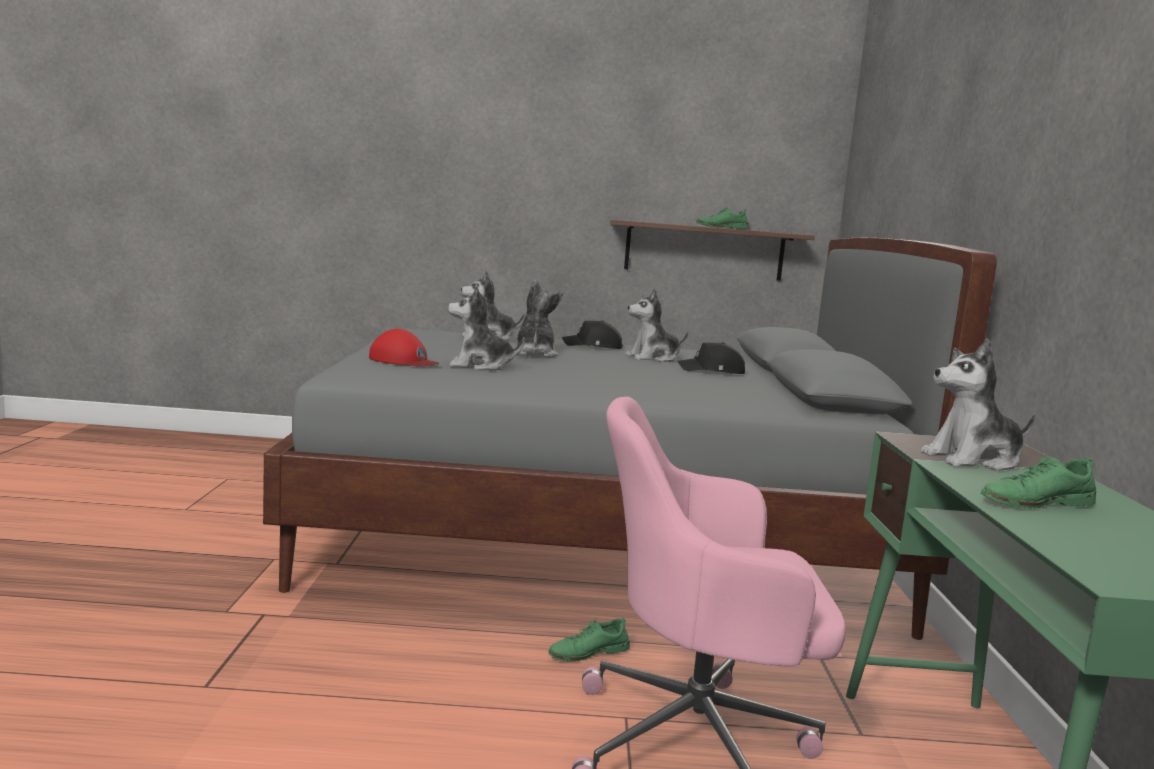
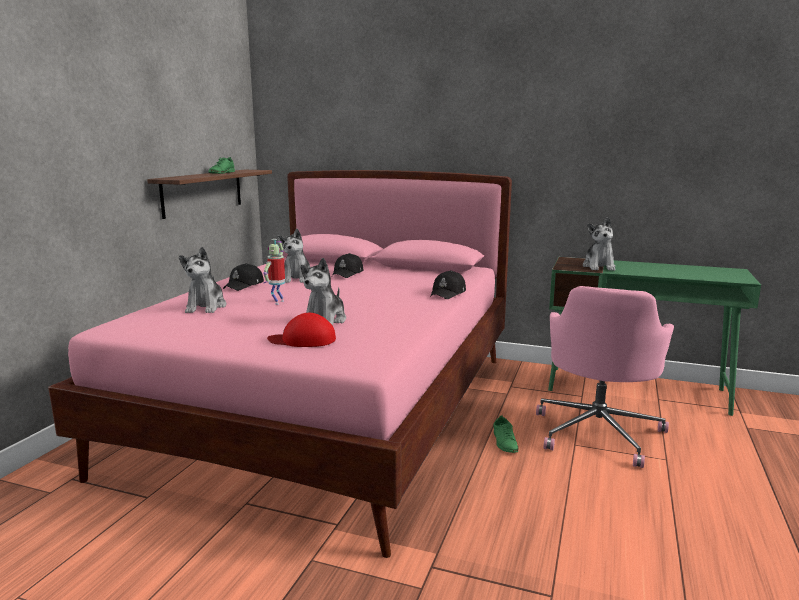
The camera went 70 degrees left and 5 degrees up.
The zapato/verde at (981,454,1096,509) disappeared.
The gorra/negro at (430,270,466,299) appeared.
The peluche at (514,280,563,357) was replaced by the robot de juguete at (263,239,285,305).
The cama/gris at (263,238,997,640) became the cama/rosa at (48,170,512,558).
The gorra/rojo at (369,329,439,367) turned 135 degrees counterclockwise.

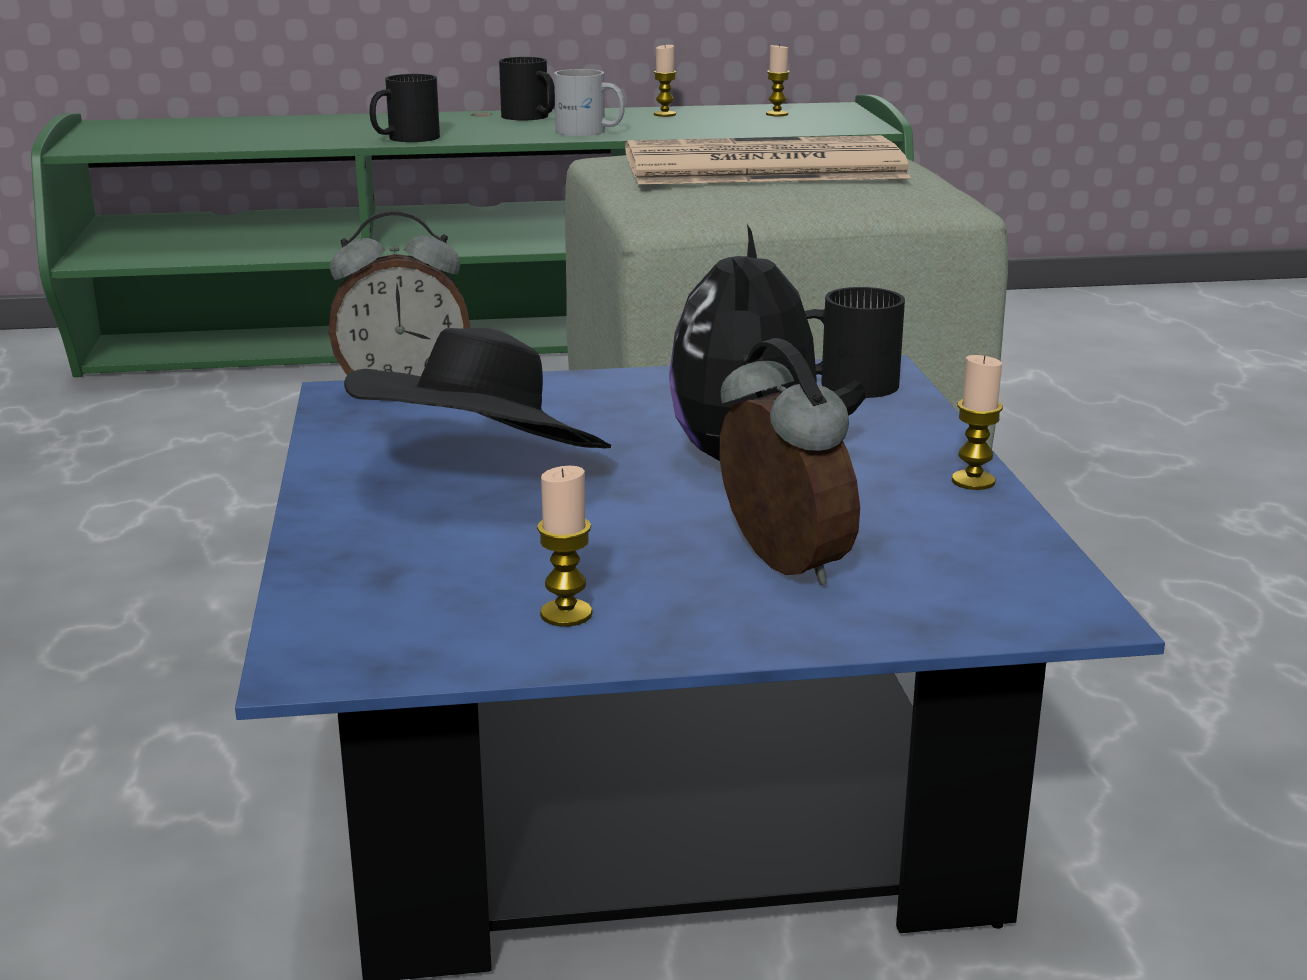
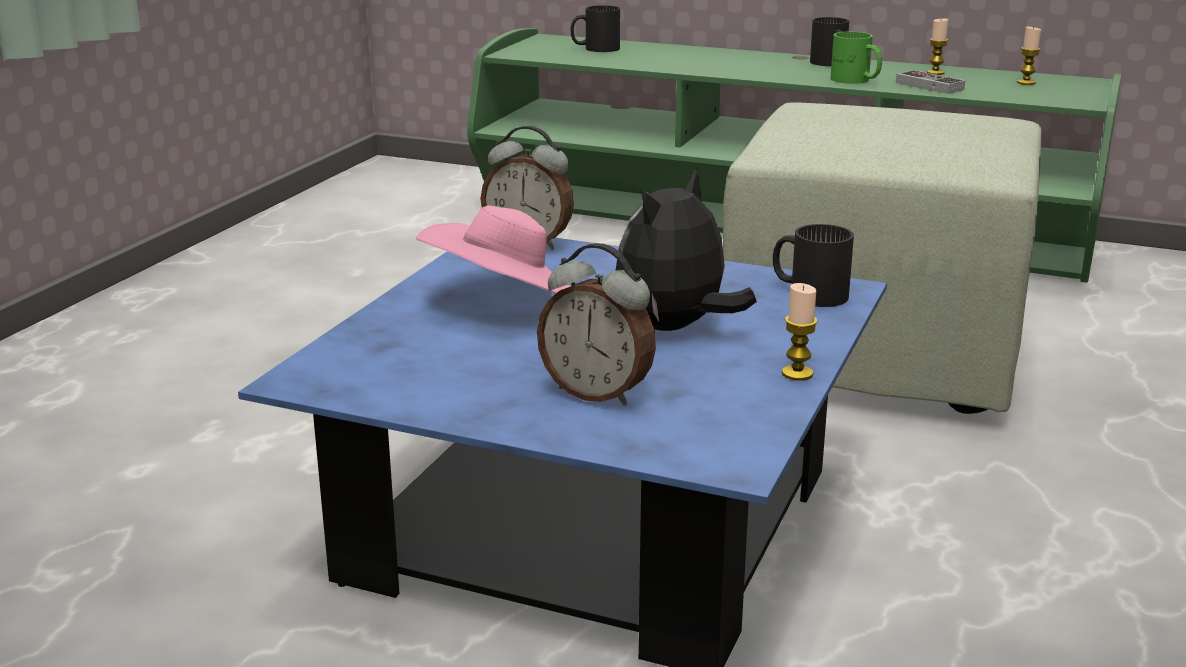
The camera went 30 degrees right and 0 degrees up.
The vela at (537,466,592,627) disappeared.
The periódico at (625,135,911,185) disappeared.
The mando de consola at (896,70,965,94) appeared.
The taza grande/negro moved from (369,74,440,142) to (571,5,620,52).
The sombrero/negro at (344,328,611,448) became the sombrero/rosa at (416,206,570,294).
The taza grande/blanco at (554,69,625,136) became the taza grande/verde at (830,32,882,84).
The despertador at (720,338,860,585) turned 120 degrees clockwise.

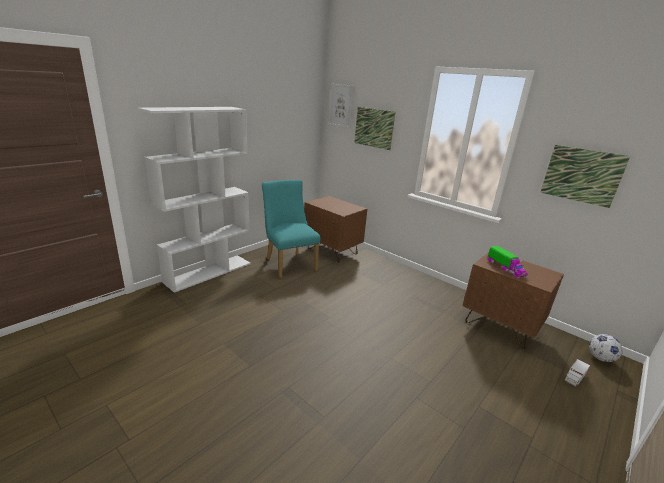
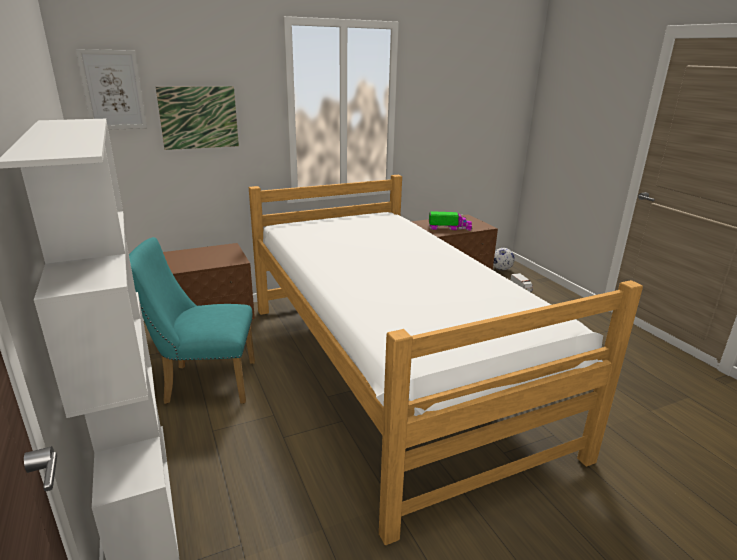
The camera went 65 degrees left and 0 degrees up.
The cuadro at (540,145,630,208) disappeared.
The cama at (249,175,643,545) appeared.

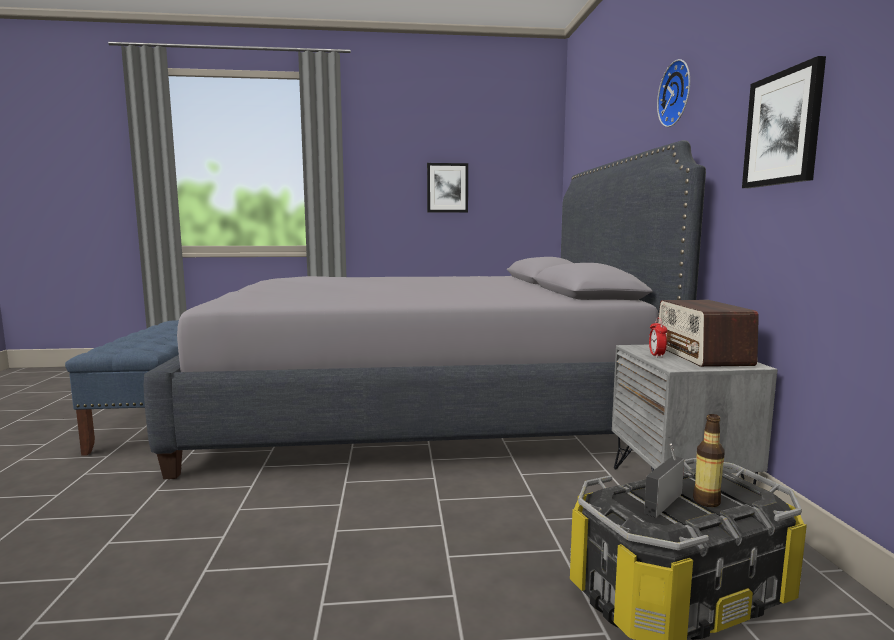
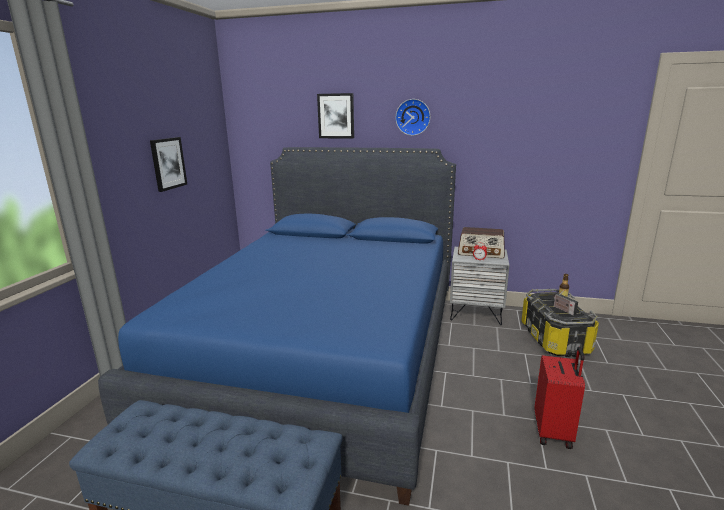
The camera went 70 degrees left and 10 degrees up.
The maleta/rojo at (535,347,585,449) appeared.
The cuadro moved from (742,56,826,188) to (317,93,354,138).
The cama/gris at (144,140,706,479) became the cama/azul at (98,147,456,506).

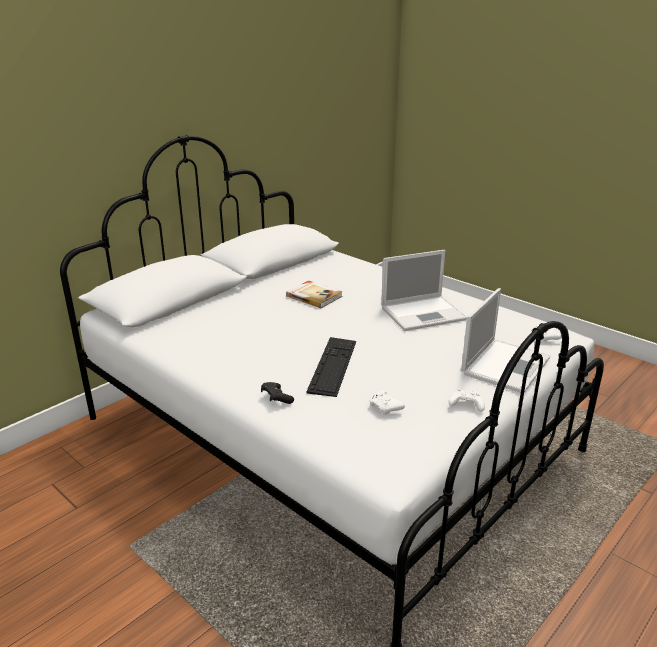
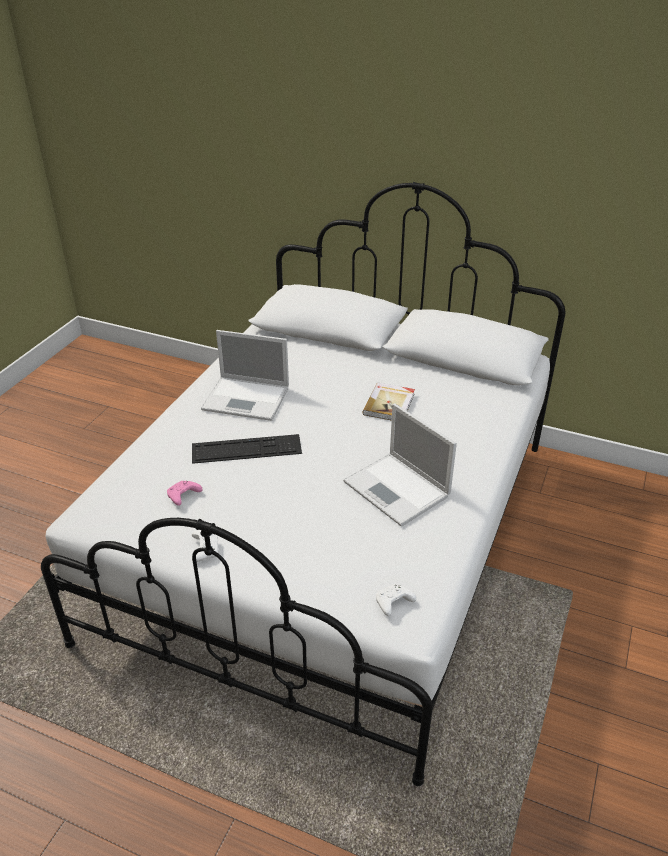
The camera went 70 degrees right and 10 degrees up.
The mando de consola/negro at (261,382,294,404) disappeared.
The portátil moved from (461,288,550,393) to (201,330,289,421).
The mando de consola/blanco at (370,391,405,415) became the mando de consola/rosa at (167,481,202,506).

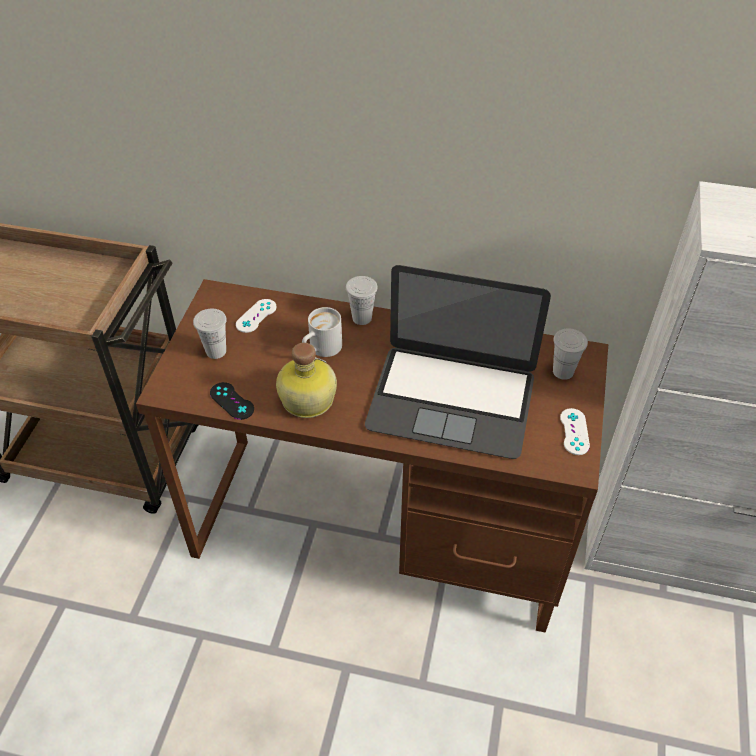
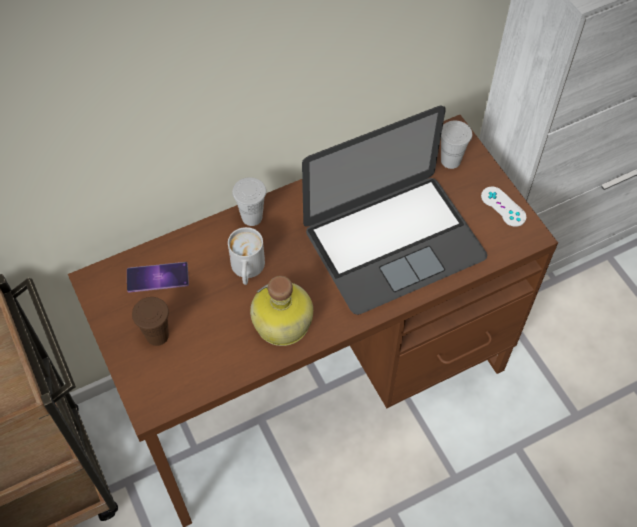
The camera went 40 degrees left and 10 degrees up.
The mando de consola/negro at (210,382,254,420) disappeared.
The mando de consola/blanco at (236,299,276,333) was replaced by the móvil at (127,262,189,292).
The taza/blanco at (193,309,227,359) became the taza/marrón at (132,297,169,346).

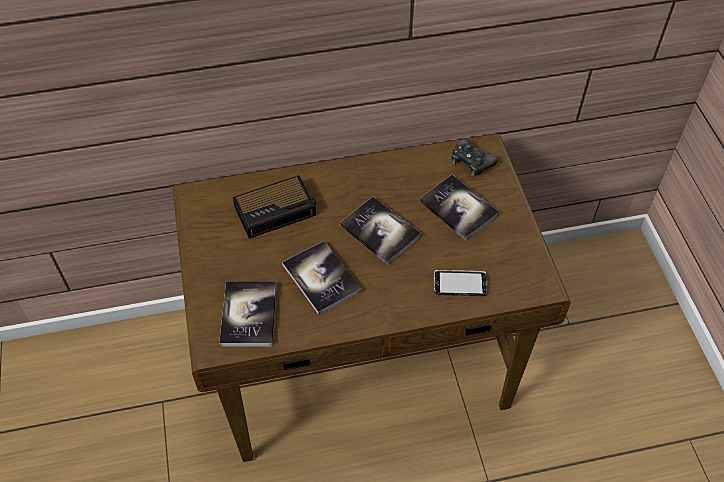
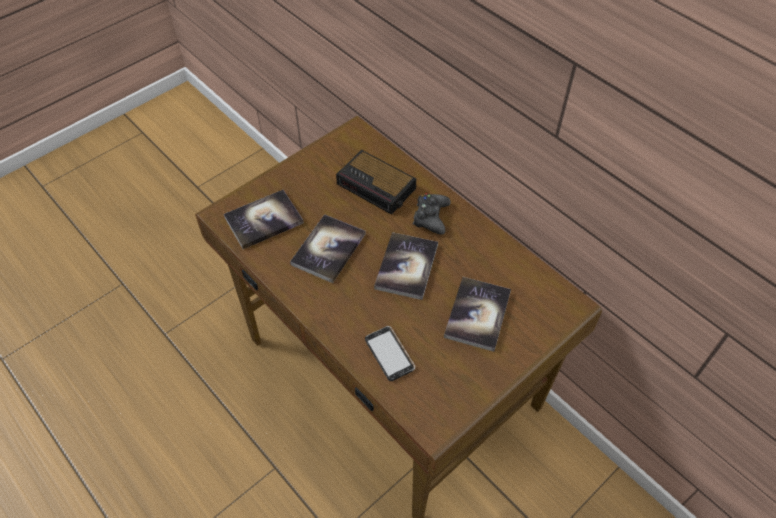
The camera went 60 degrees right and 0 degrees up.
The mando de consola/negro moved from (452,138,499,176) to (413,193,451,235).

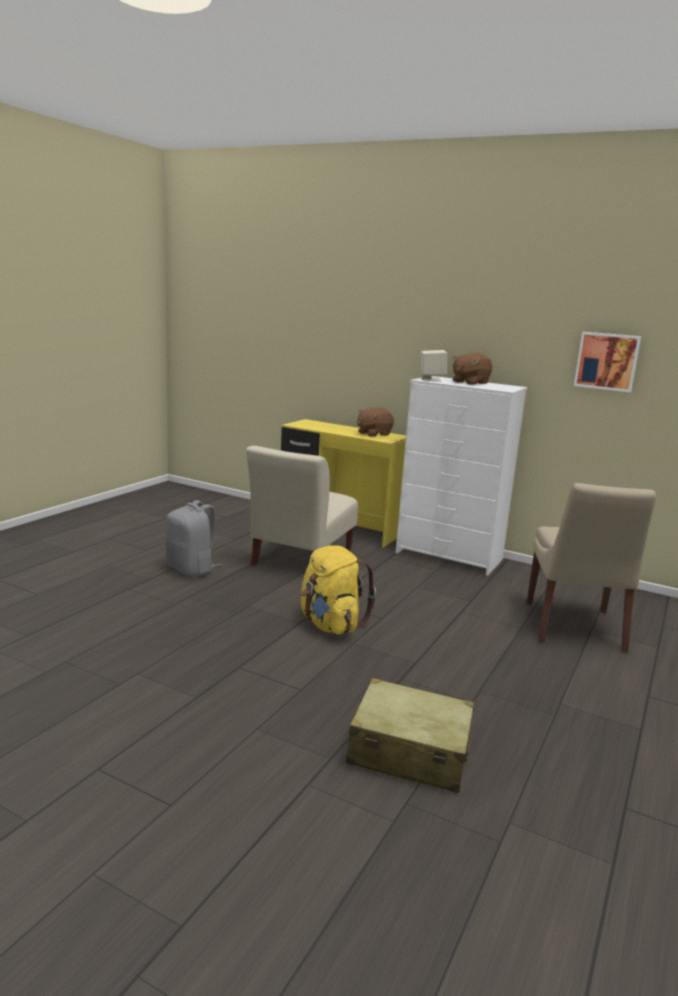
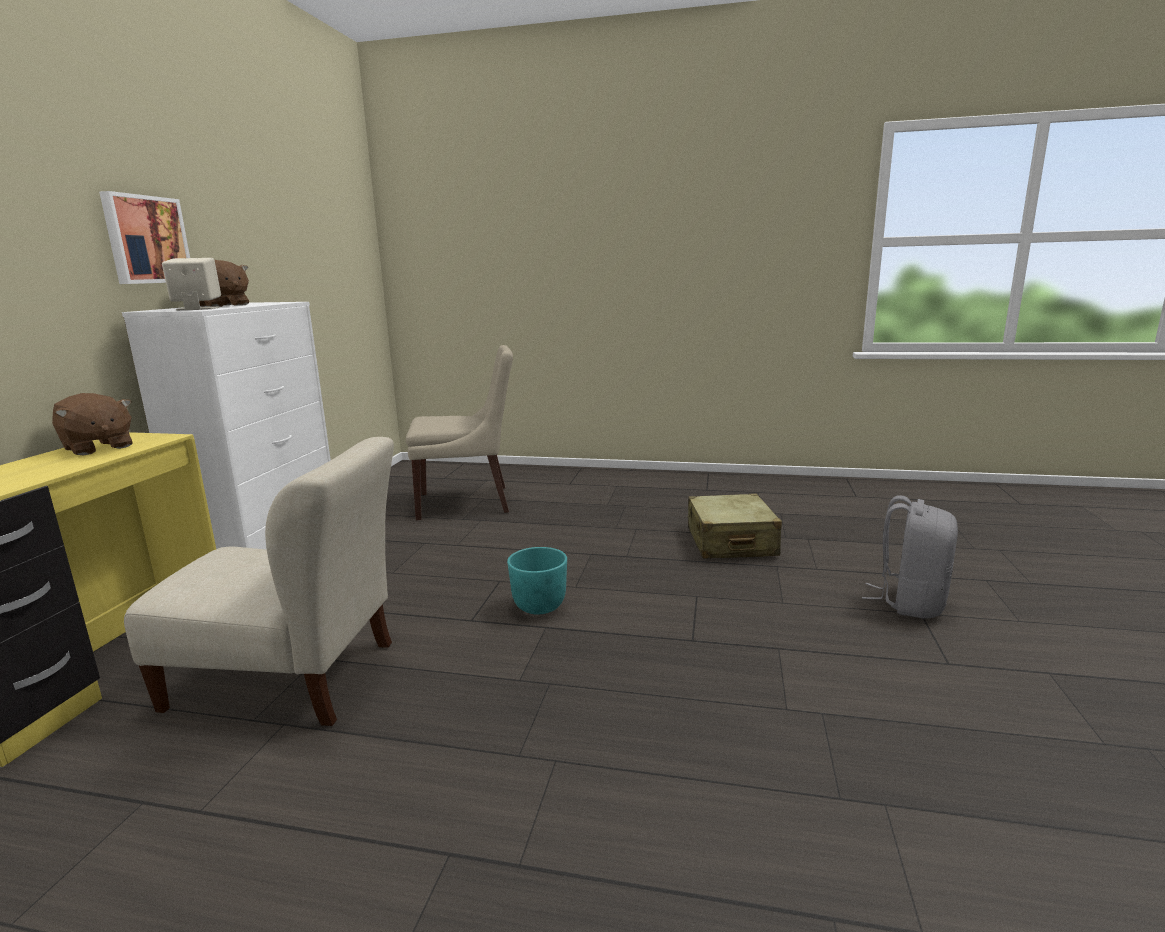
The camera went 105 degrees left and 0 degrees up.
The mochila/gris moved from (166,500,221,577) to (862,495,958,619).
The cuadro moved from (574,332,641,392) to (99,191,190,284).
The mochila/amarillo at (301,545,376,635) was replaced by the maceta/turquesa at (507,547,567,615).

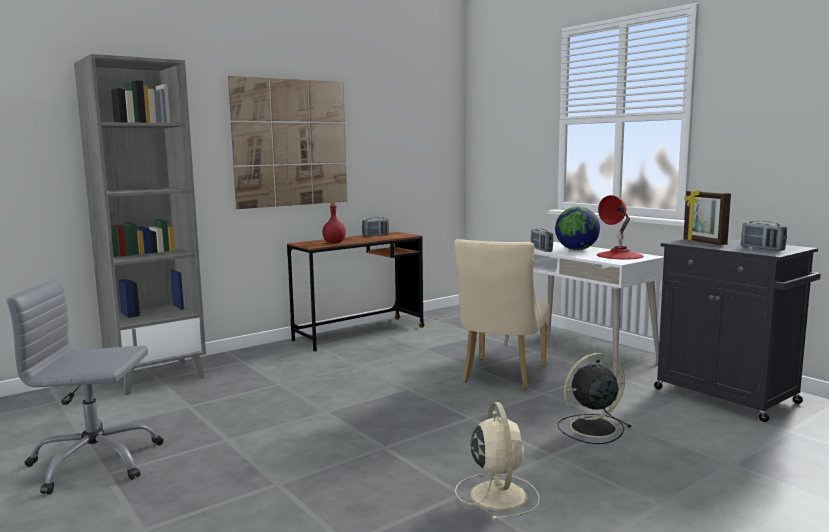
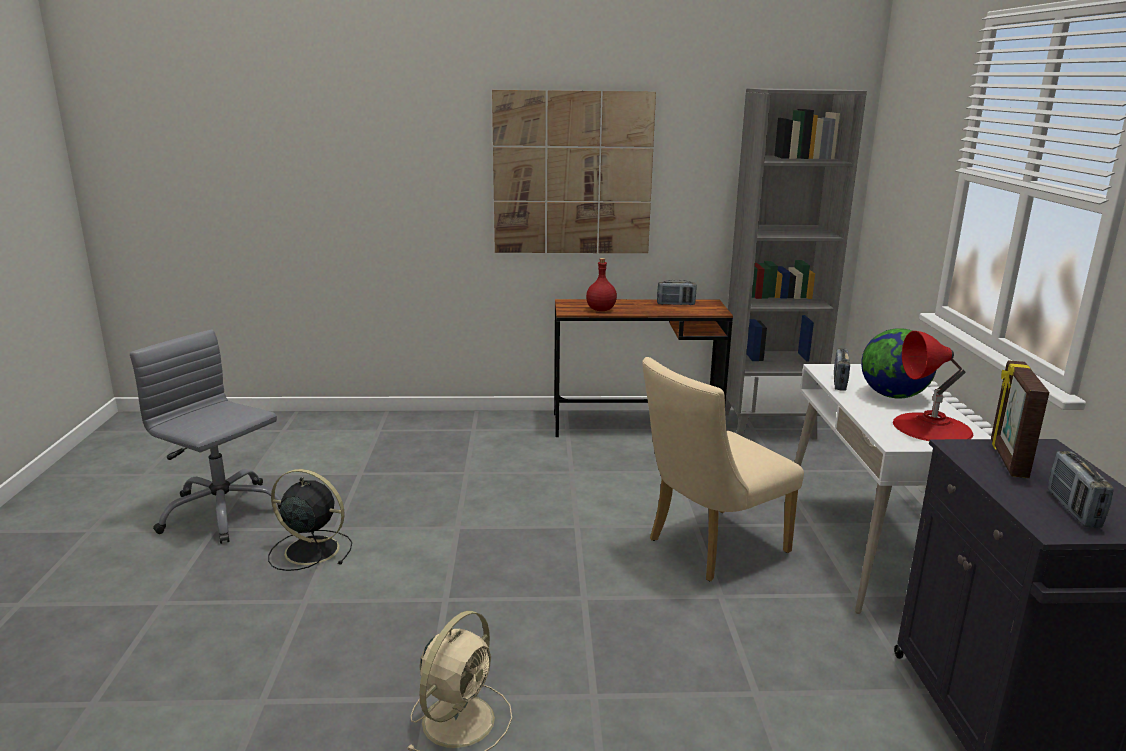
The camera went 35 degrees right and 10 degrees up.
The estantería/gris moved from (74,54,206,395) to (725,88,867,439).
The ventilador/negro moved from (557,353,631,444) to (268,469,352,571).

